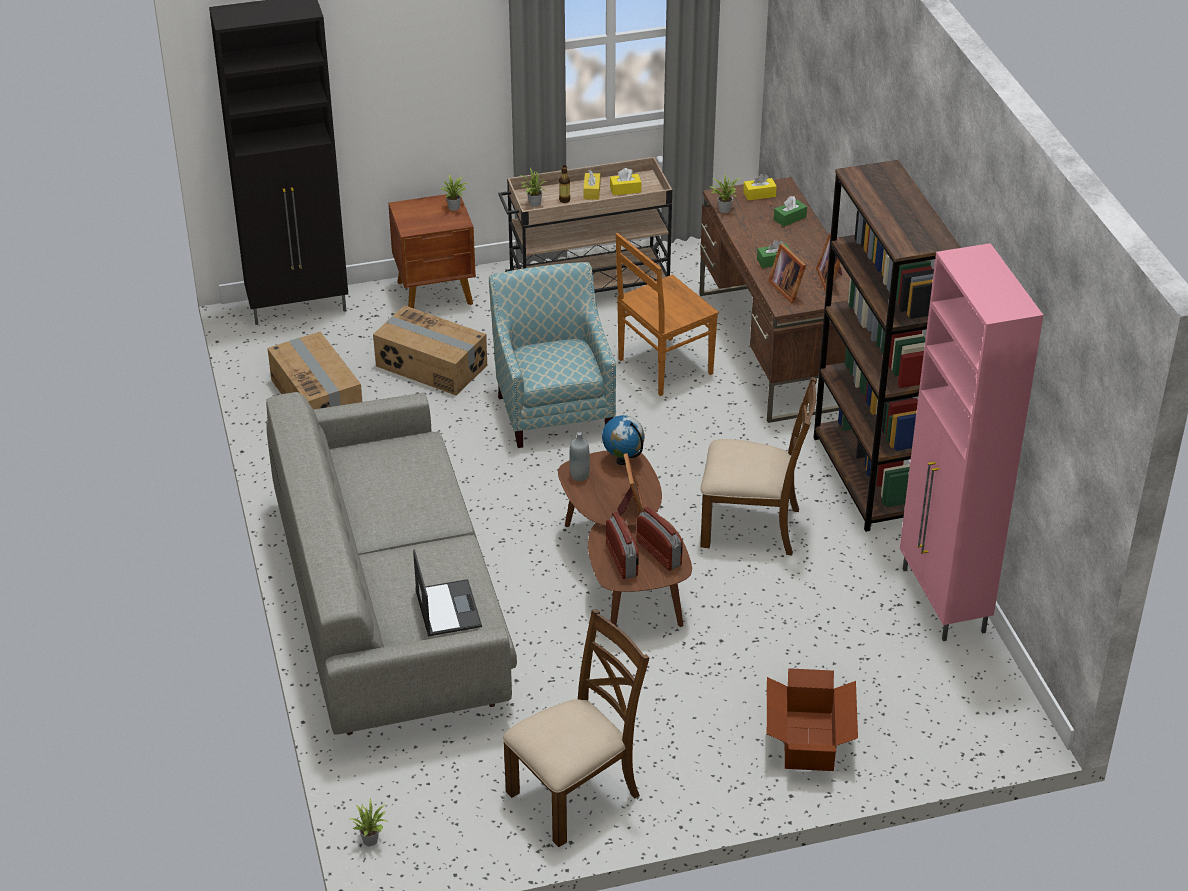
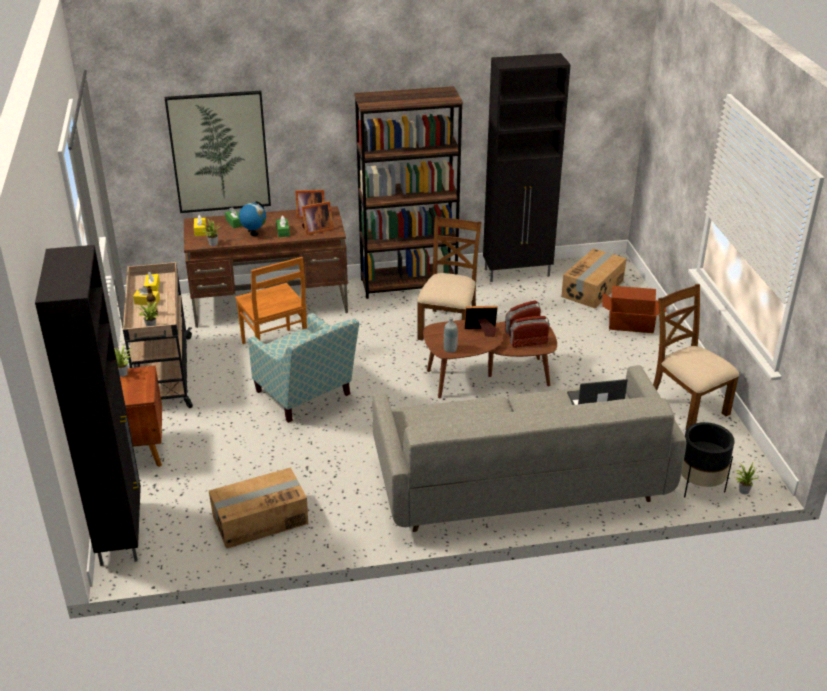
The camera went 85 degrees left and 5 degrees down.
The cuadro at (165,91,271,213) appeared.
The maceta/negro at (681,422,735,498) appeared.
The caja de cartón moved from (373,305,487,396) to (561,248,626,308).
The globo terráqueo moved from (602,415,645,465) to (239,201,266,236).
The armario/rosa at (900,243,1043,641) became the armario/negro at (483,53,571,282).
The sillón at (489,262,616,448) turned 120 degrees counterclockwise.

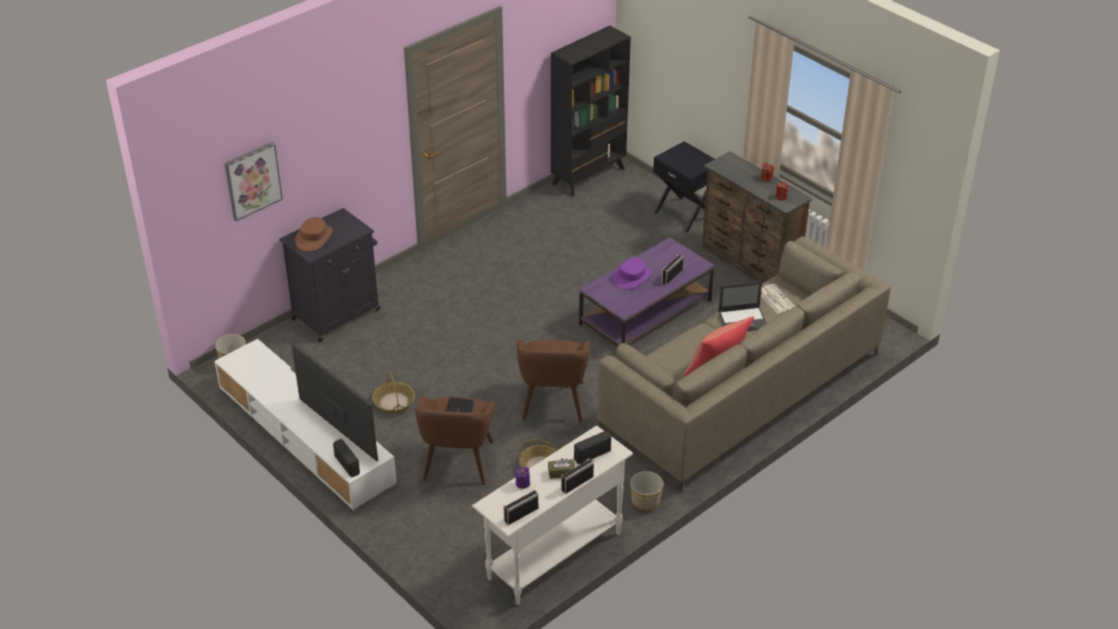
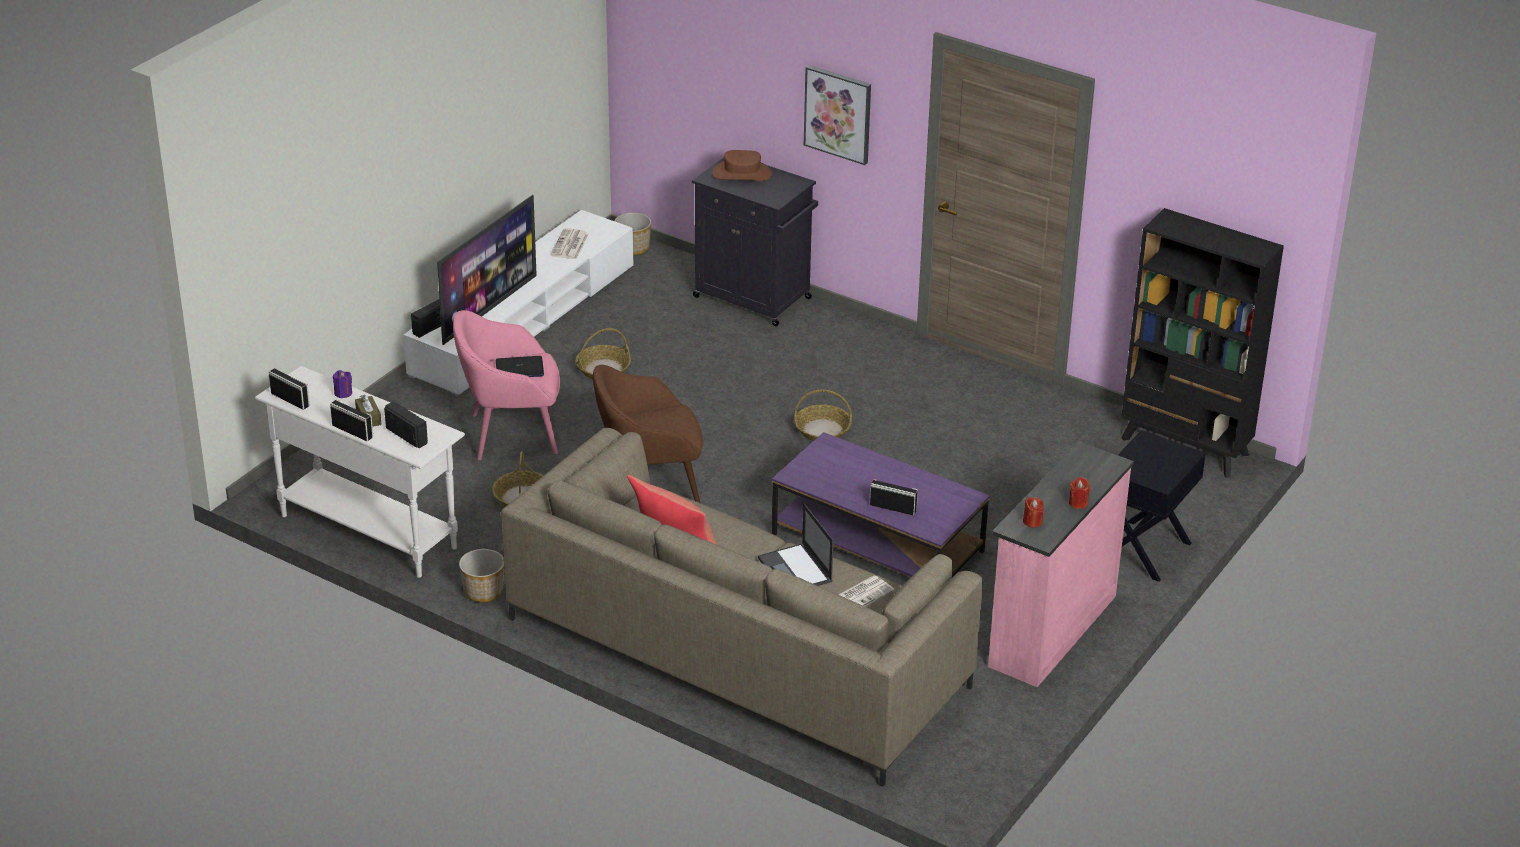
The camera went 75 degrees right and 5 degrees down.
The sombrero/morado at (612,257,652,290) disappeared.
The periódico at (550,228,589,259) appeared.
The cesta at (794,389,852,441) appeared.
The cuadro moved from (225,142,283,221) to (804,65,871,165).
The sillón/marrón at (415,396,496,485) became the sillón/rosa at (453,310,560,460).
The cómoda/marrón at (702,151,812,283) became the cómoda/rosa at (988,441,1134,687).

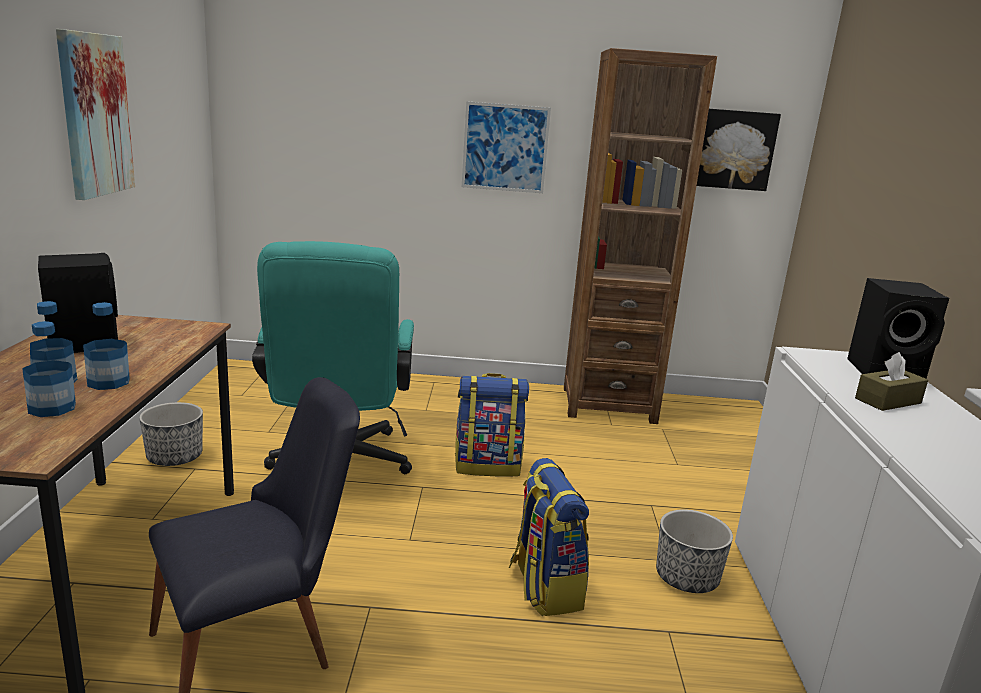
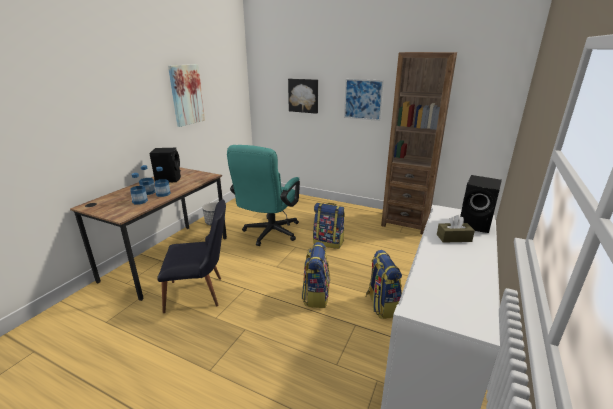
The camera went 25 degrees right and 5 degrees up.
The cuadro moved from (697,109,781,191) to (288,79,318,114).
The maceta at (656,509,733,593) was replaced by the mochila at (366,250,402,319).

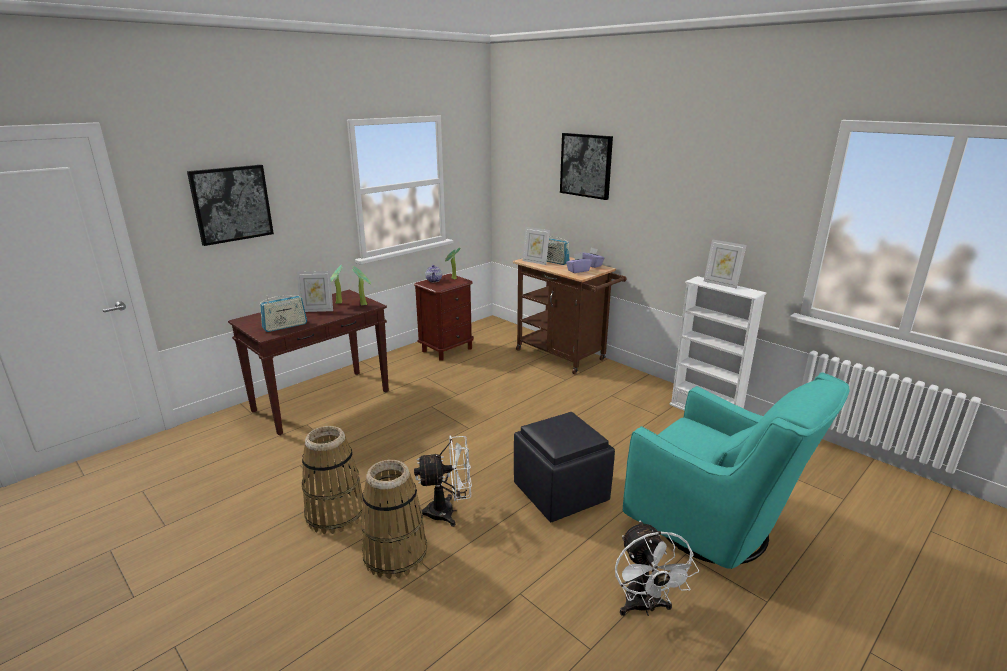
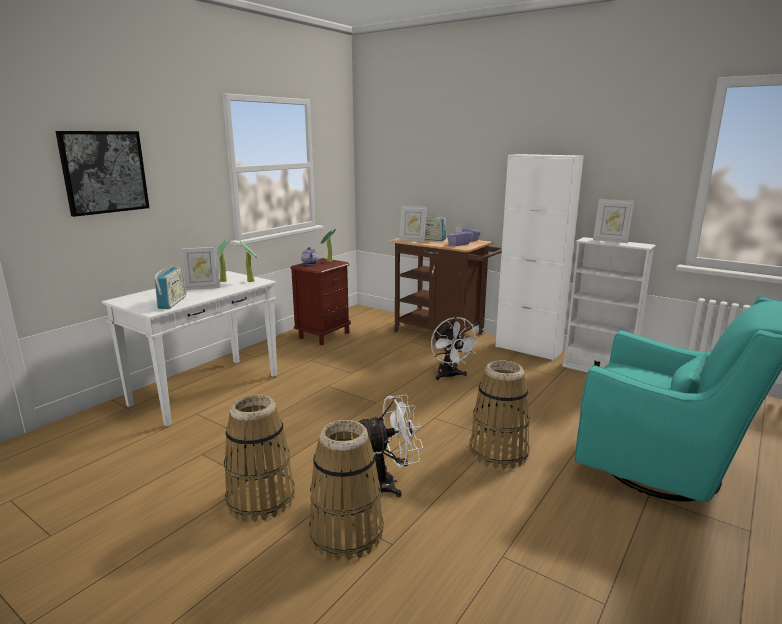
The camera went 10 degrees left and 5 degrees down.
The cuadro at (560,133,613,200) disappeared.
The armario/blanco at (495,154,584,361) appeared.
The ventilador/blanco moved from (615,521,699,616) to (431,317,480,380).
The puf/negro at (514,412,615,522) was replaced by the cesta at (470,360,530,470).
The mesa consola/marrón at (228,290,389,435) became the mesa consola/blanco at (102,271,277,427).
The radio at (260,295,307,332) turned 45 degrees counterclockwise.

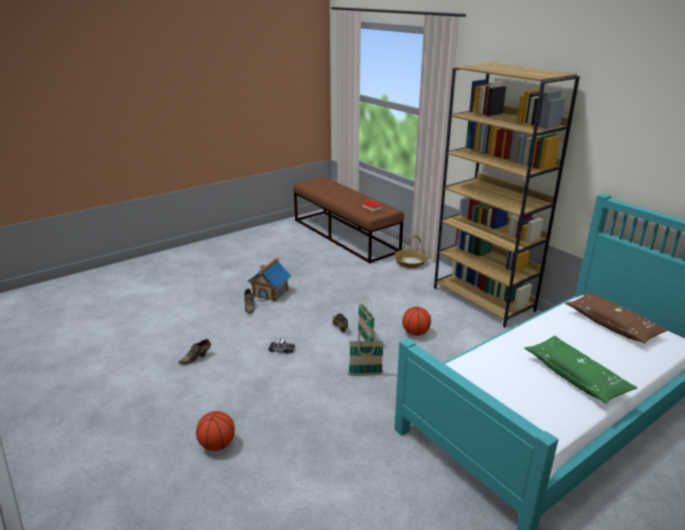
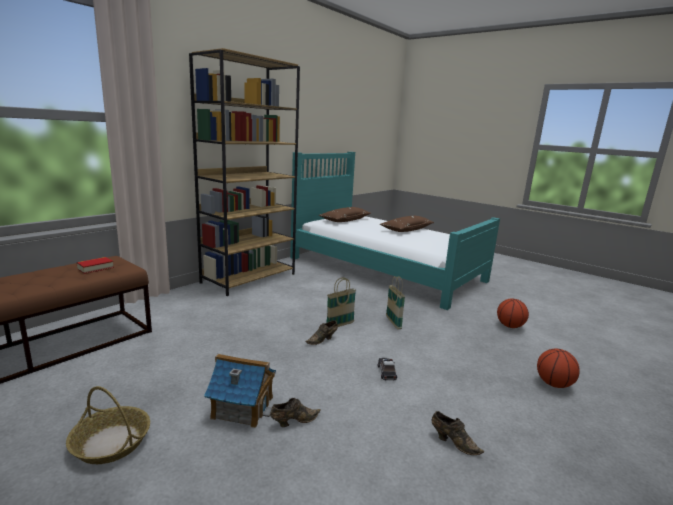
The camera went 105 degrees left and 10 degrees down.
The cesta moved from (394,236,428,268) to (66,386,150,464).
The balón de baloncesto moved from (402,307,431,336) to (497,299,529,328).
The cojín/verde at (524,336,637,404) became the cojín/marrón at (380,216,434,232).

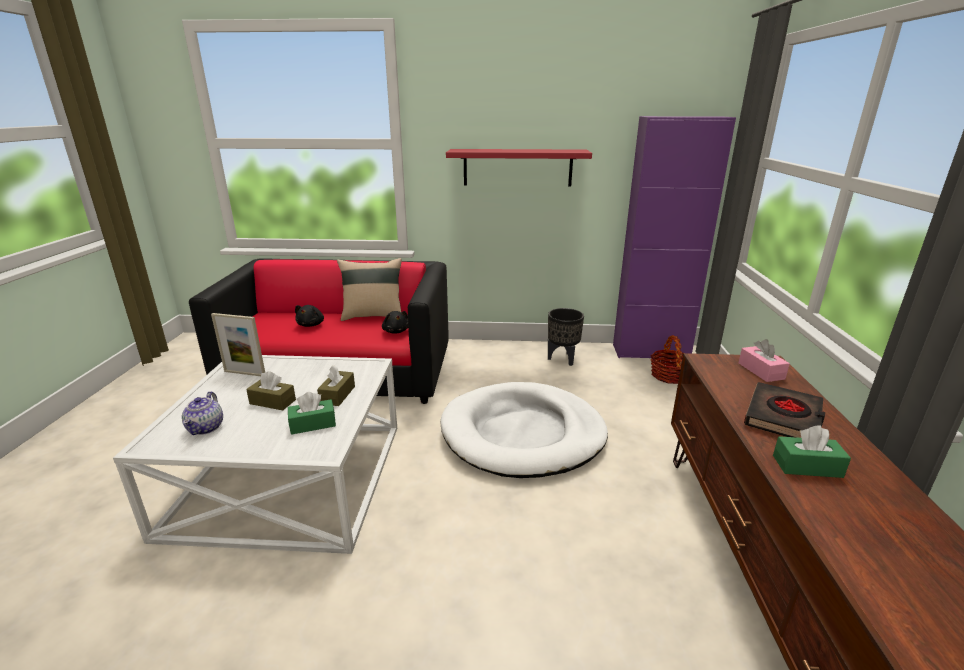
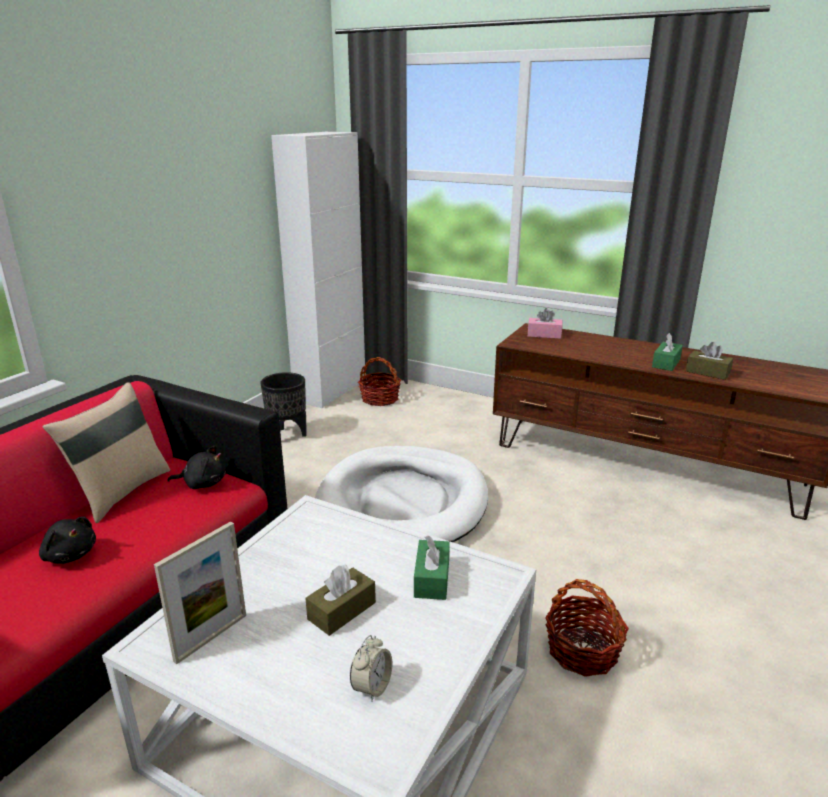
The camera went 65 degrees left and 0 degrees up.
The estante/rojo at (446,149,592,186) disappeared.
The libro/negro at (744,382,825,438) disappeared.
The cesta at (545,579,629,677) appeared.
The caja de pañuelos/marrón moved from (317,365,355,406) to (686,342,733,380).
The tetera at (182,391,223,435) was replaced by the despertador at (350,635,392,702).
The armario/morado at (613,116,736,358) became the armario/blanco at (271,132,365,408).

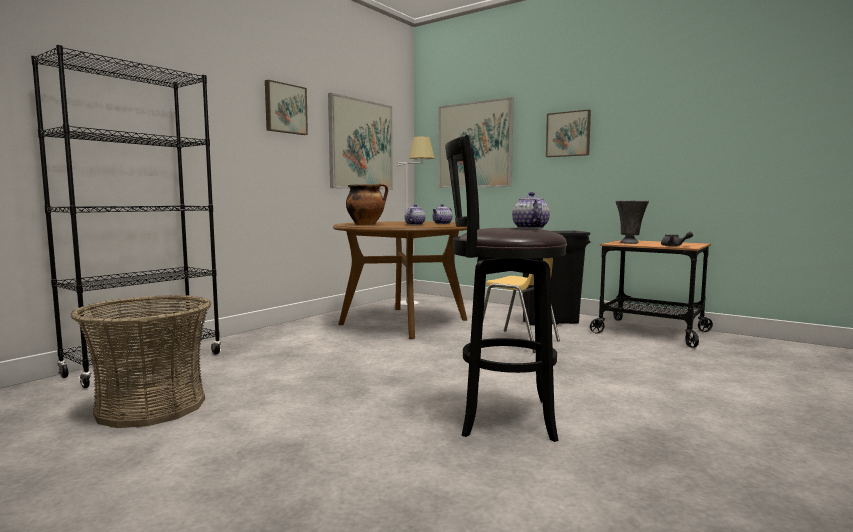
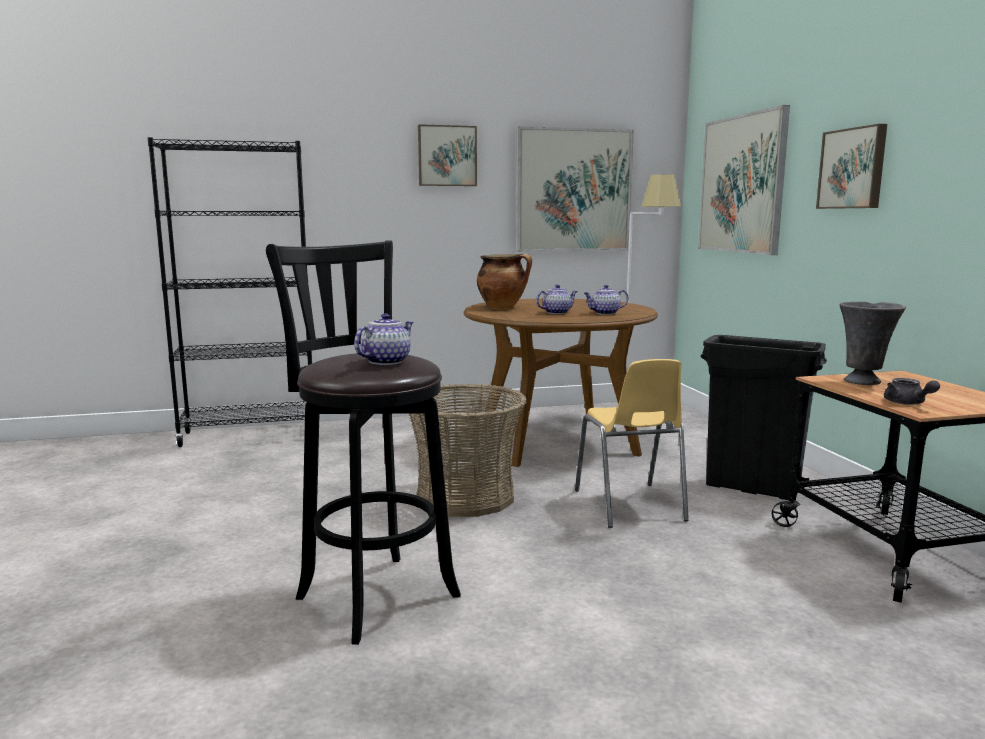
The camera went 40 degrees right and 5 degrees up.
The cesta moved from (70,295,211,428) to (409,384,527,517).

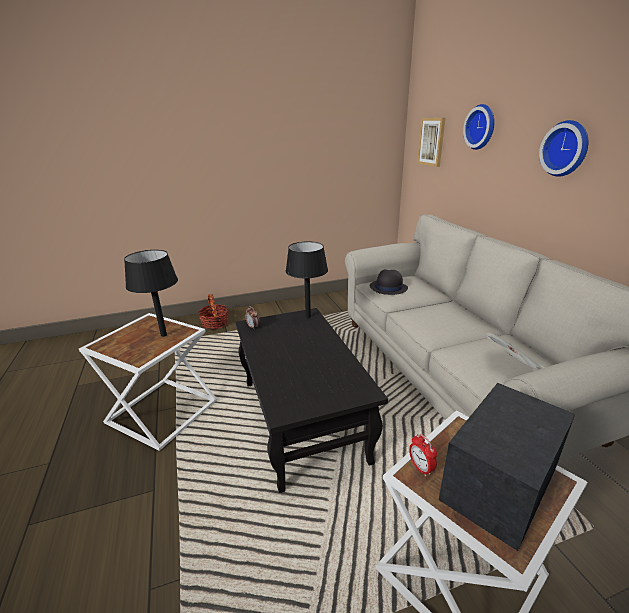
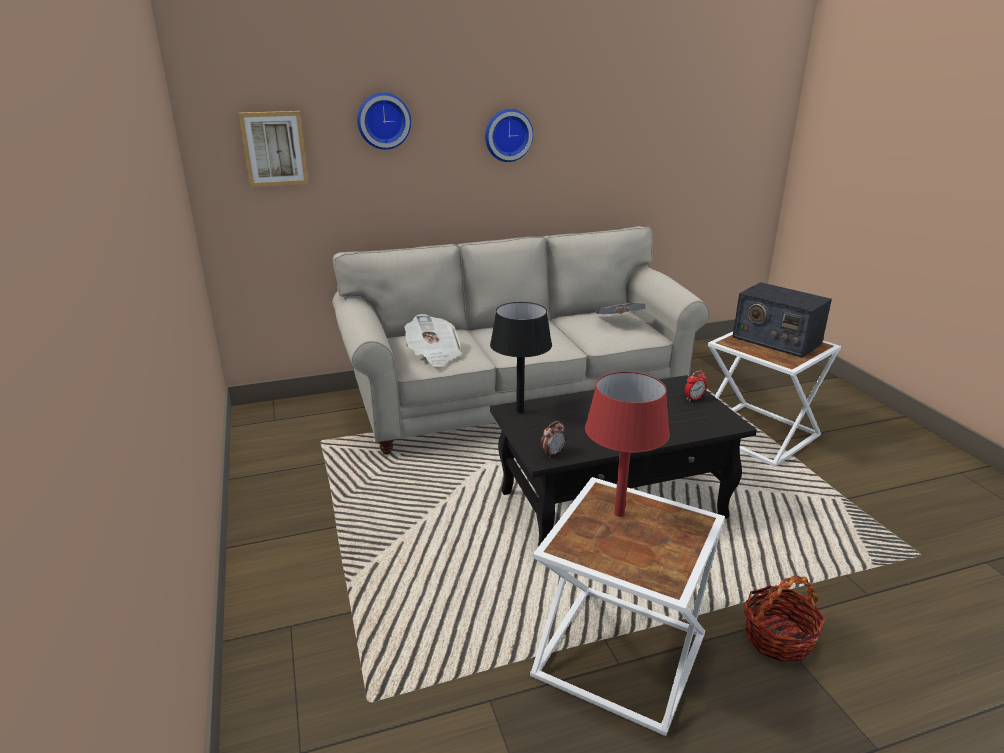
The camera went 90 degrees left and 0 degrees up.
The cesta moved from (198,294,229,329) to (744,575,825,662).
The despertador moved from (409,434,437,477) to (685,370,707,402).
The sombrero/negro at (369,269,408,295) was replaced by the periódico at (404,314,462,367).
The lámpara de mesa/negro at (124,250,178,337) became the lámpara de mesa/rojo at (585,372,670,517).

